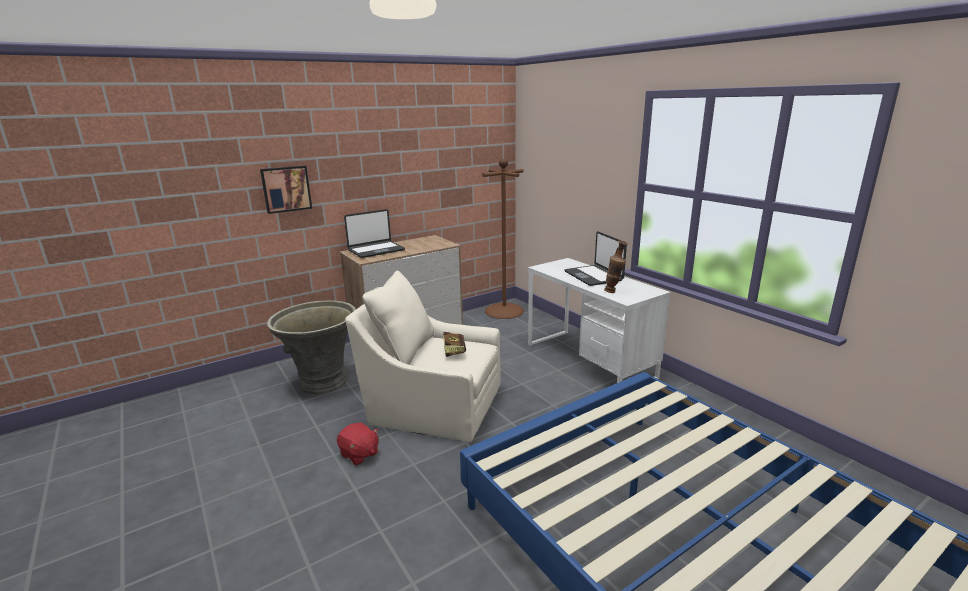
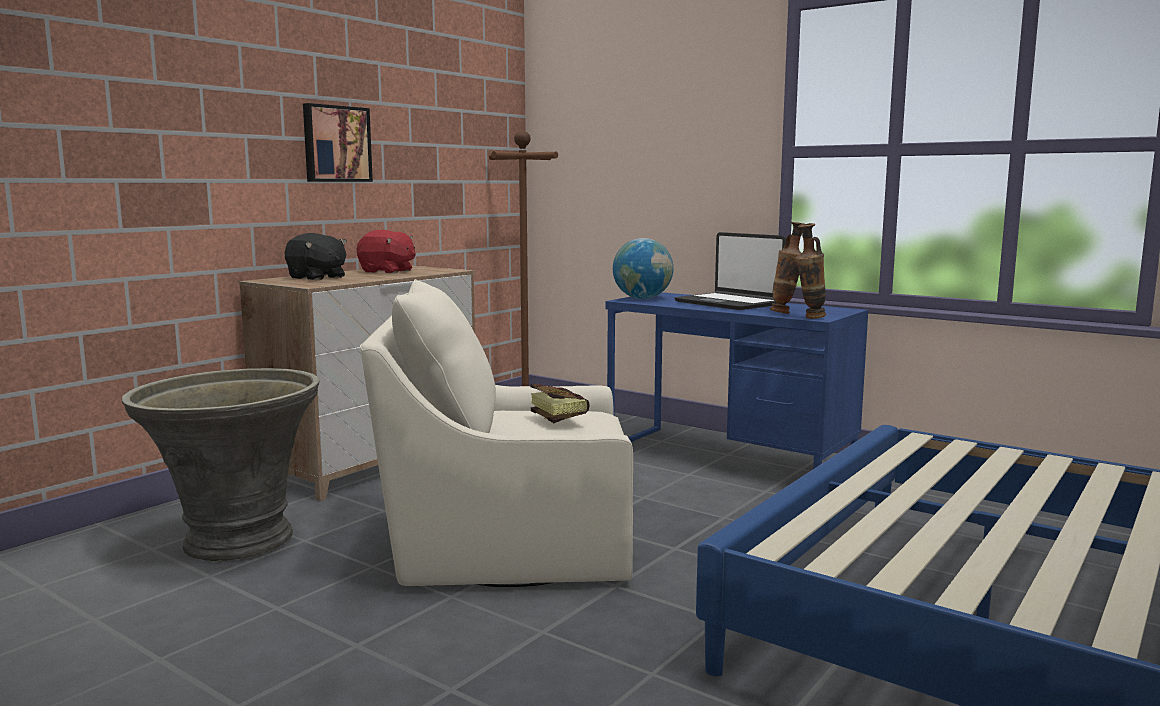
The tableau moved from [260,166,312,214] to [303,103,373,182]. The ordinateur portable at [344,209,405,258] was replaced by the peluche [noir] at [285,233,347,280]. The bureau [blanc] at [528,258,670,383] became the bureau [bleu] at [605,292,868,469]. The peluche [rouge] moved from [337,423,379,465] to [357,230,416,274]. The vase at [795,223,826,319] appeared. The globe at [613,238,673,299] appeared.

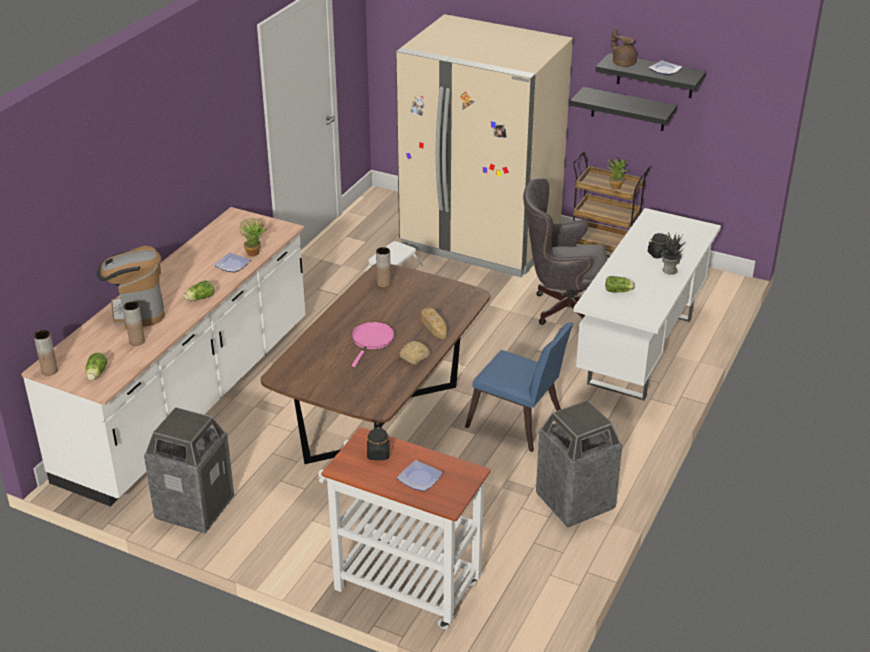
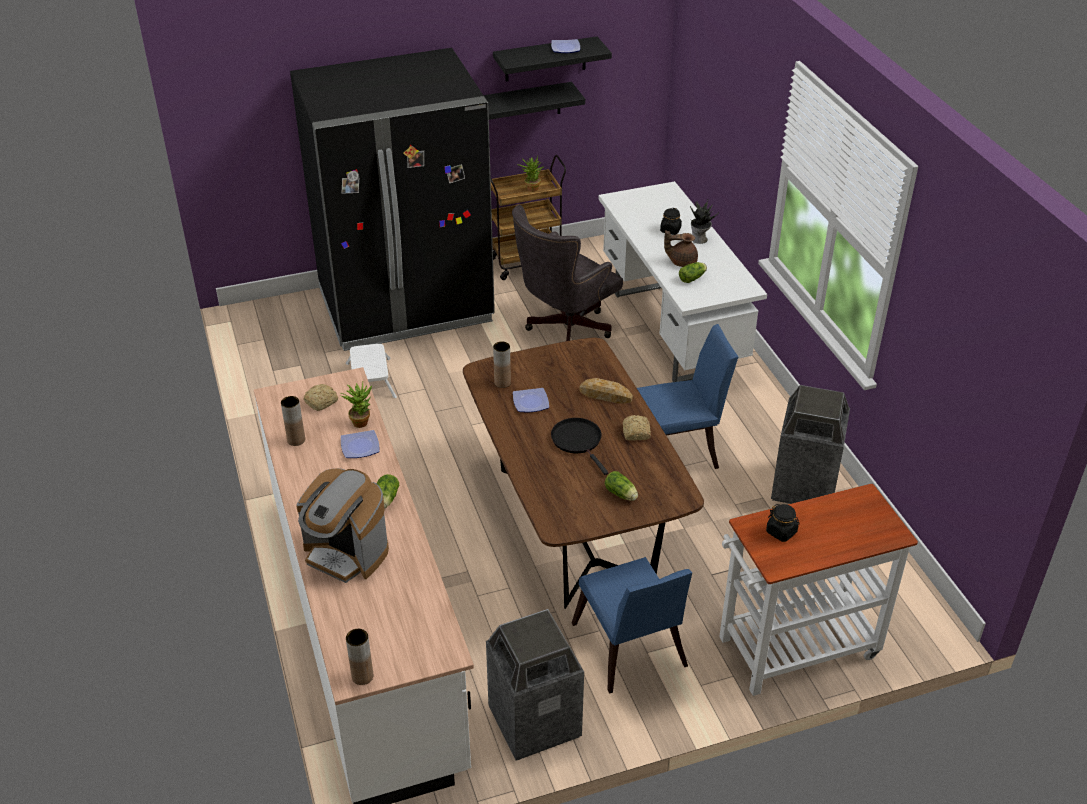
The réfrigérateur [beige] at [396,14,573,277] became the réfrigérateur [noir] at [290,48,495,351]. The théière [marron] moved from [611,28,637,67] to [664,230,698,267]. The vase [marron] moved from [123,301,145,346] to [281,396,305,446]. The poêle [rose] at [351,322,395,367] became the poêle [noir] at [551,418,608,475]. The laitue moved from [85,353,107,380] to [605,471,638,501]. The assiette moved from [397,460,443,491] to [513,388,549,413]. The chaise [bleu] at [572,557,692,694] appeared.

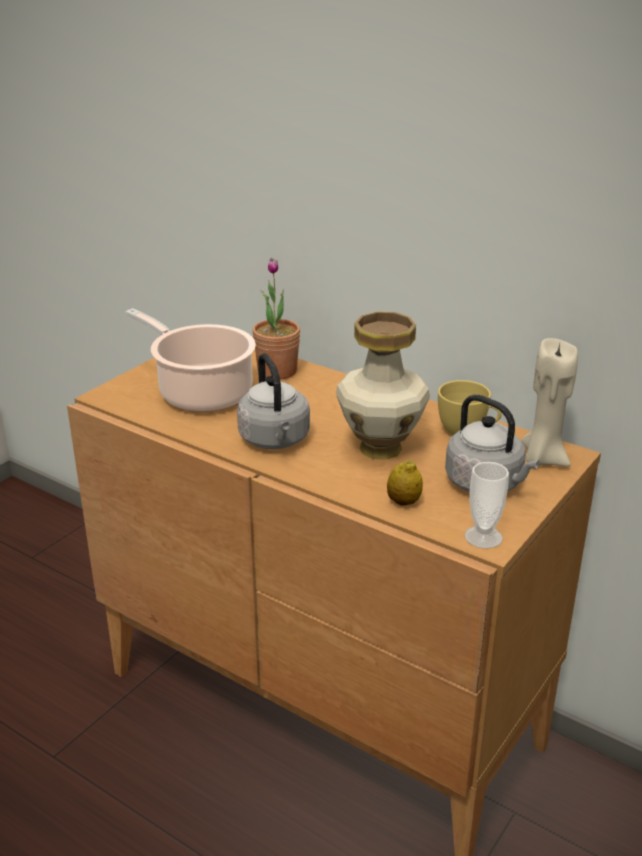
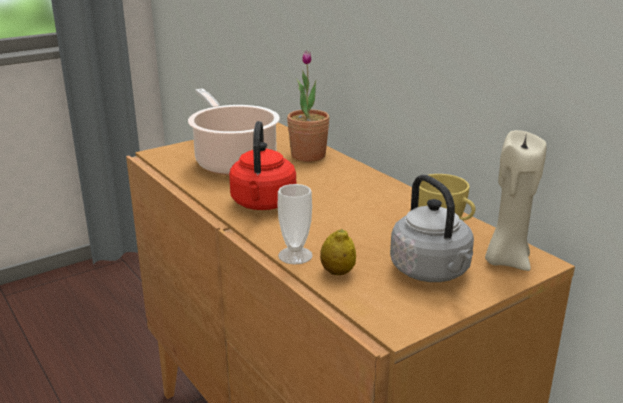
The vase at [336,311,430,460] disappeared. The bouilloire [gris] at [237,353,310,449] became the bouilloire [rouge] at [229,121,296,210]. The tasse moved from [465,462,509,549] to [278,184,313,265].

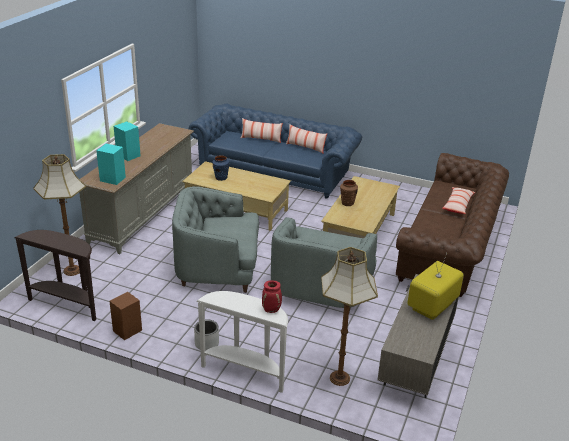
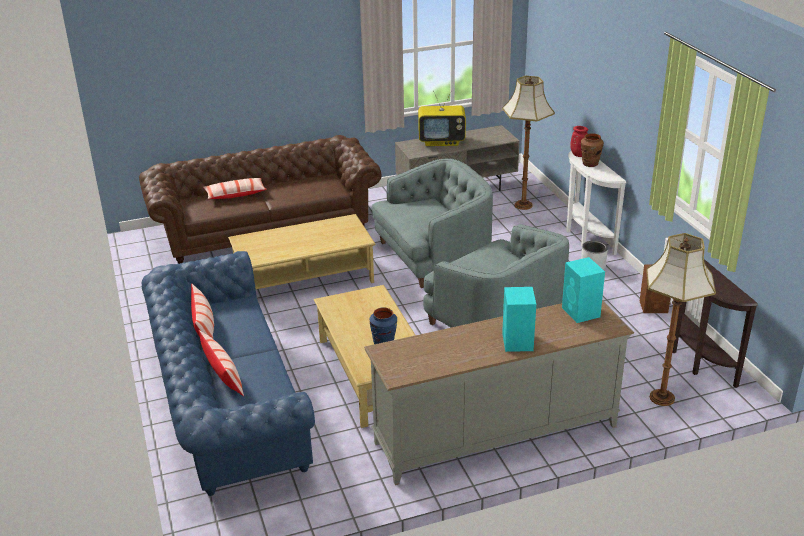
The vase [marron] moved from [340,180,358,206] to [581,133,604,167].

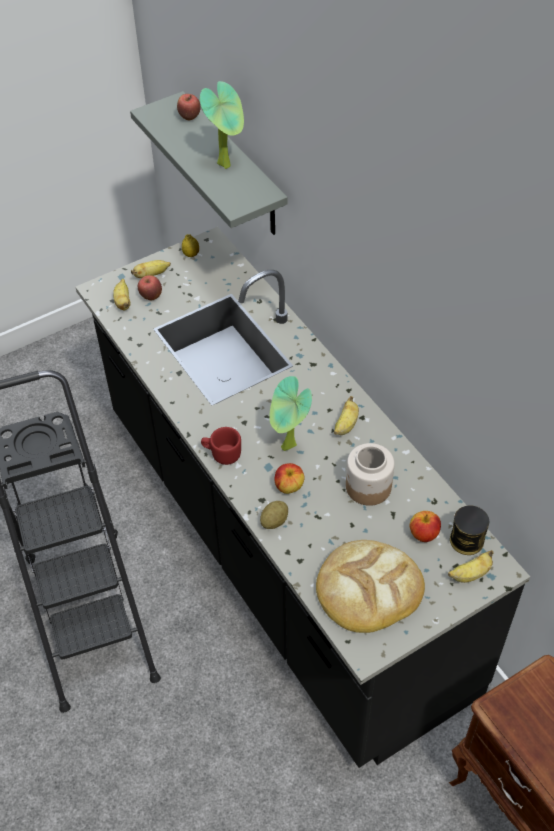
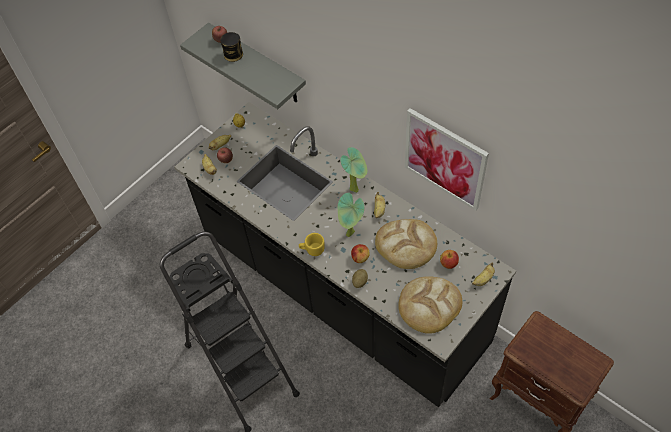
The plante en pot moved from [200,81,244,169] to [341,147,367,193]. The mug [rouge] at [201,427,241,465] became the mug [jaune] at [299,233,324,256]. The bocal at [346,443,394,506] was replaced by the pain at [375,219,437,269]. The boîte métallique moved from [450,505,489,555] to [220,32,243,62]. The tableau at [405,108,489,211] appeared.

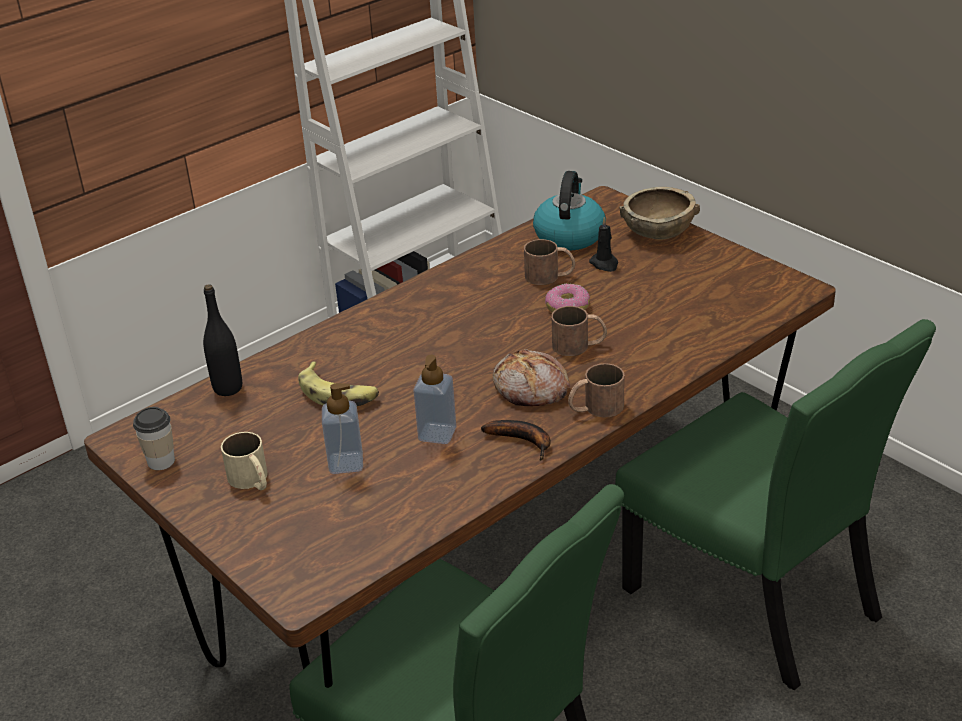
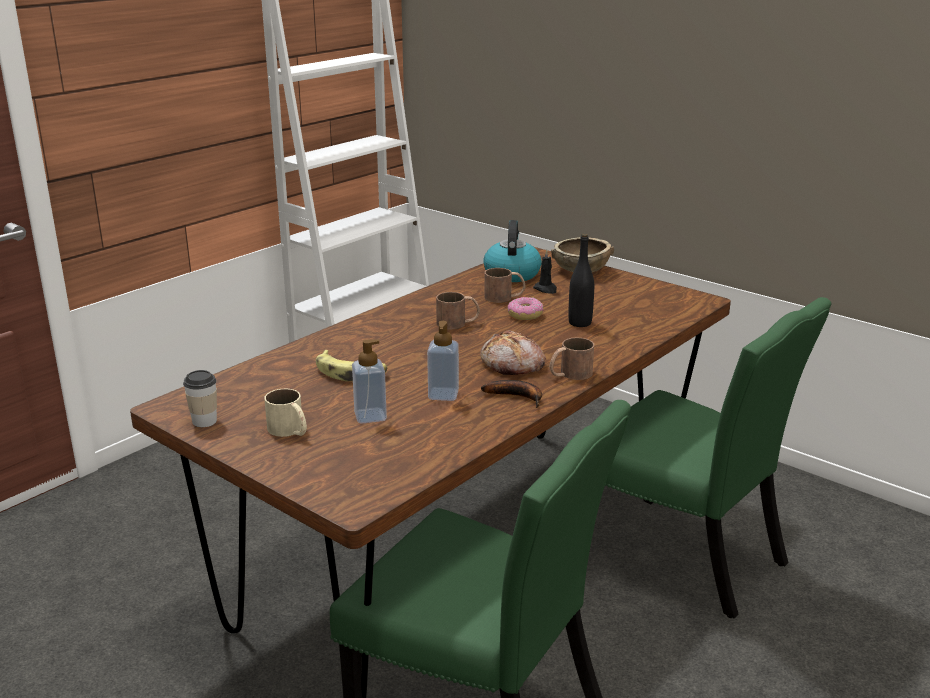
The bouteille [noir] moved from [203,284,242,396] to [569,234,594,327]. The mug [marron] moved from [551,306,607,356] to [436,292,480,329].

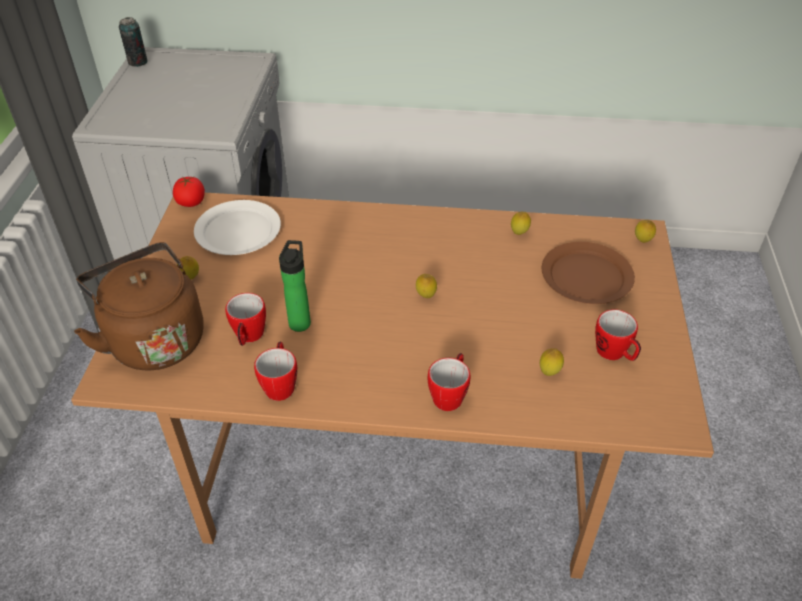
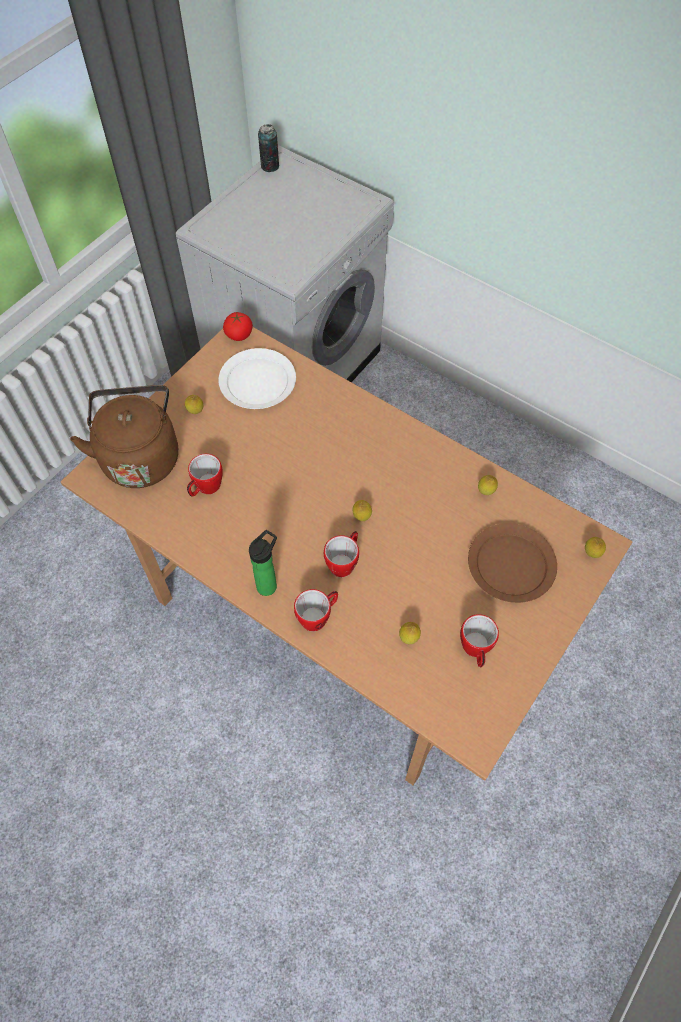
The bouteille moved from [279,240,311,332] to [249,530,277,596]. The mug moved from [254,341,297,401] to [324,531,359,577].

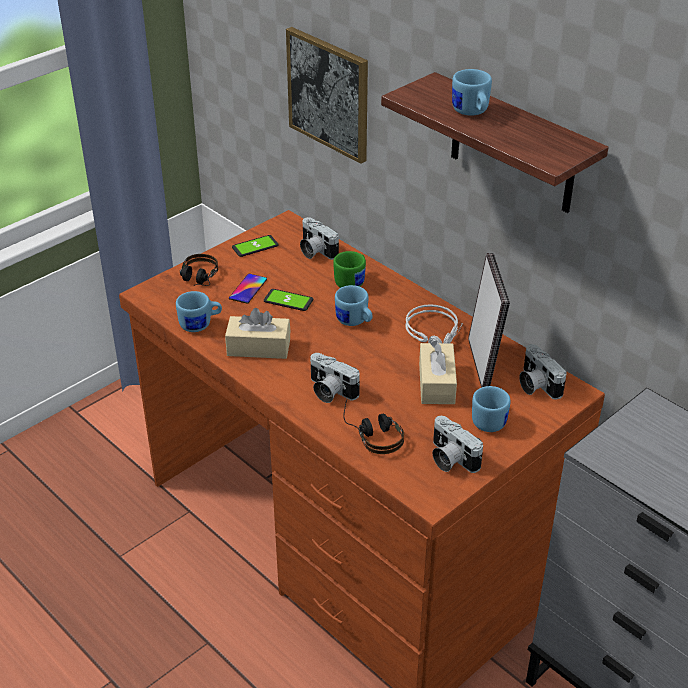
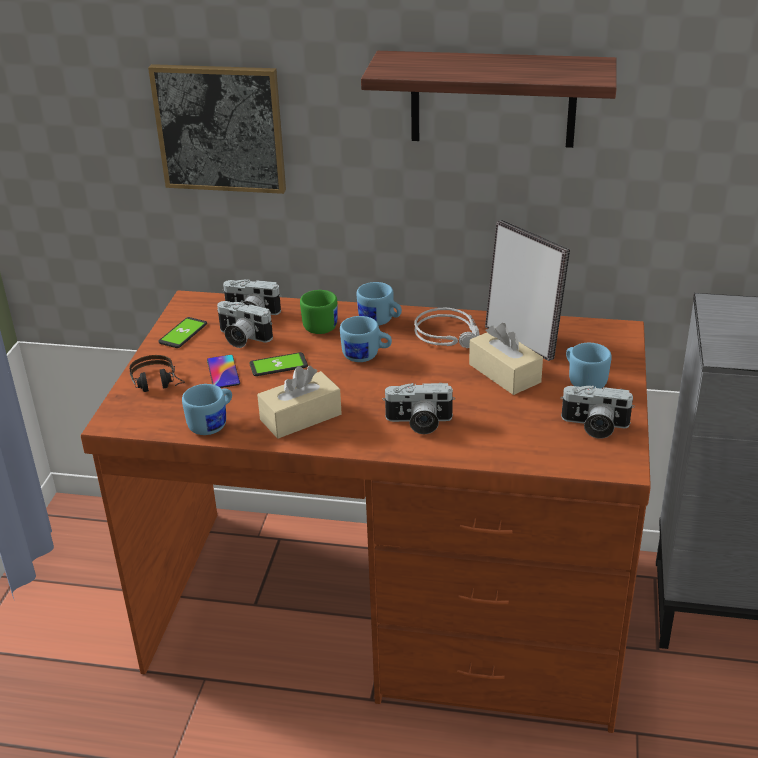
The mug [bleu] moved from [452,69,492,116] to [357,282,402,326]. The appareil photo moved from [519,344,567,400] to [217,301,273,348]. The casque audio at [343,399,404,454] disappeared.

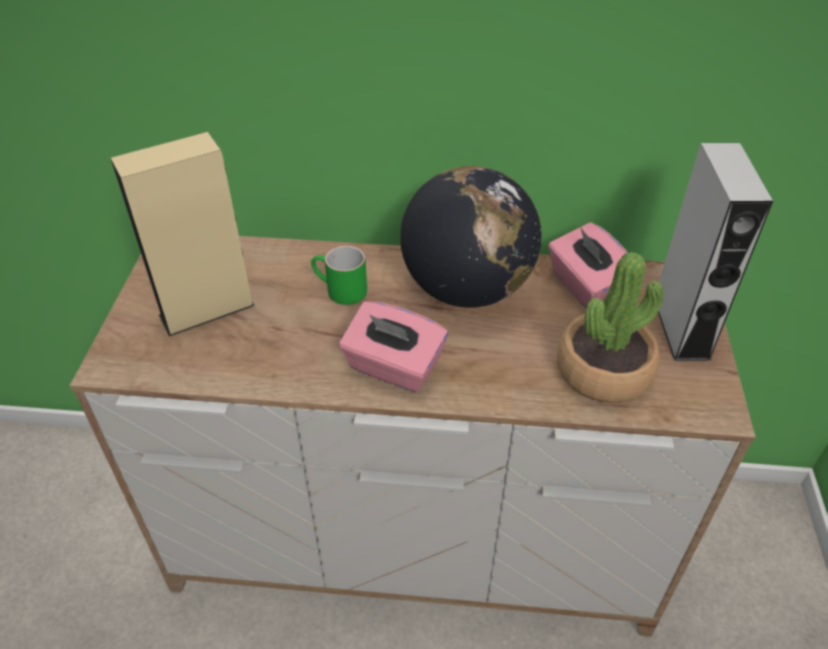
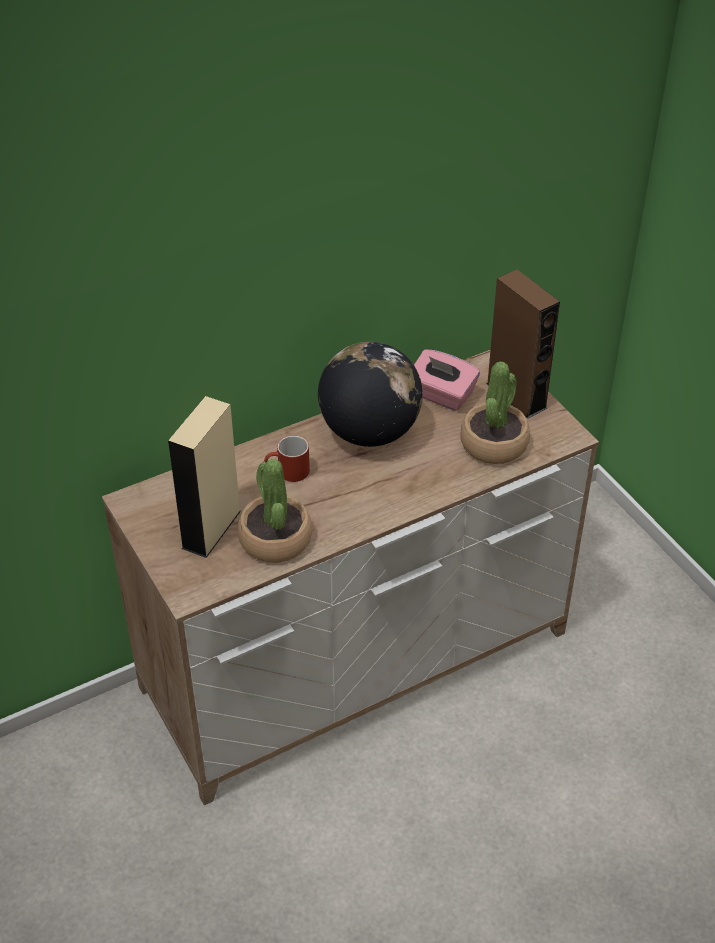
The enceinte [gris] at [658,143,773,361] became the enceinte [marron] at [486,269,560,419]. The mug [vert] at [311,245,367,305] became the mug [rouge] at [264,436,310,482]. The boîte à mouchoirs [rose] at [339,301,448,392] disappeared. The plante en pot at [238,459,312,563] appeared.

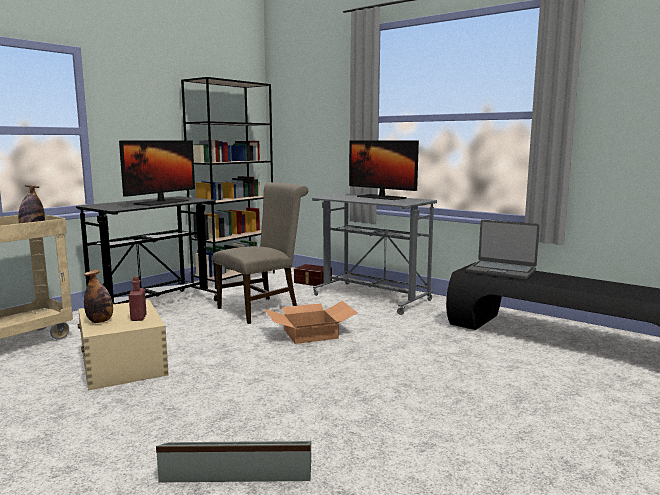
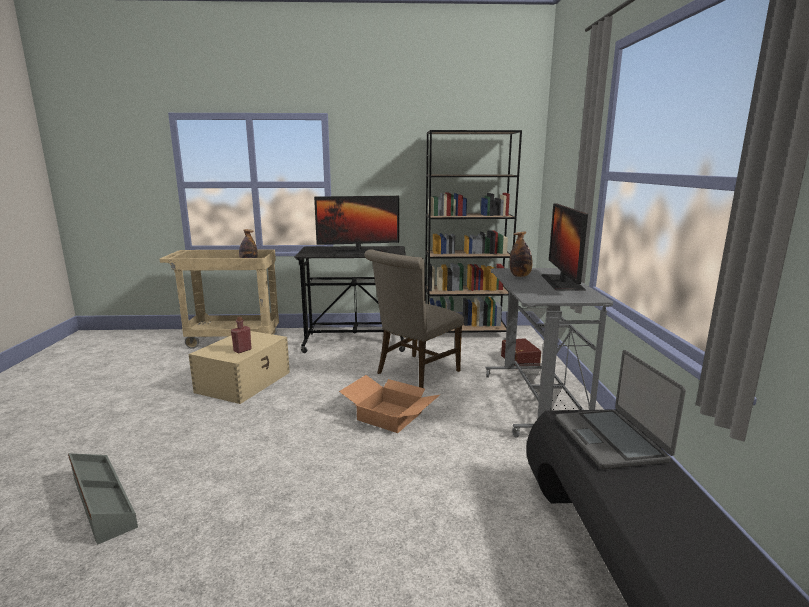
The chaise [beige] at [213,182,308,324] turned 120 degrees clockwise. The bouteille moved from [84,270,113,323] to [509,232,533,277].

